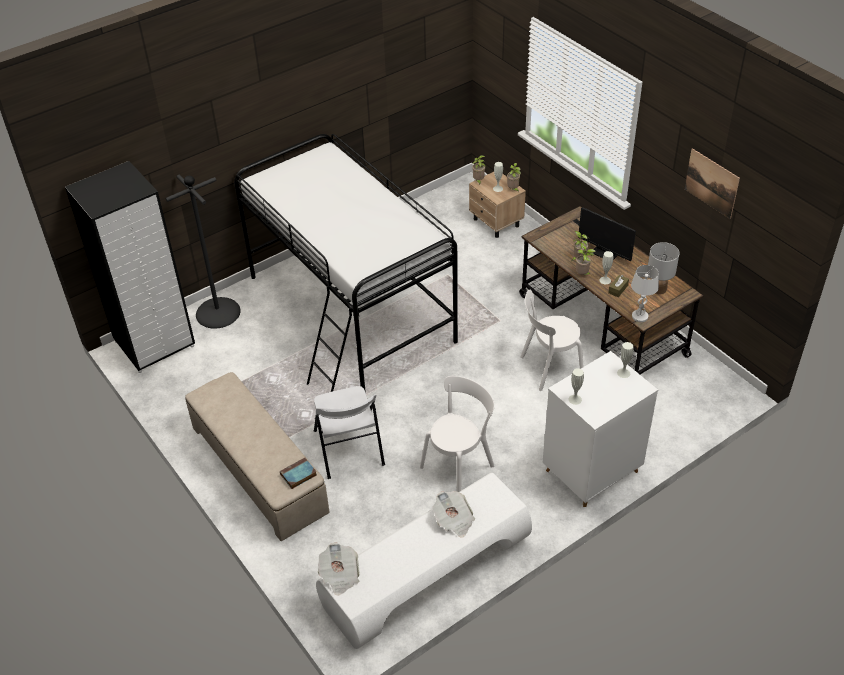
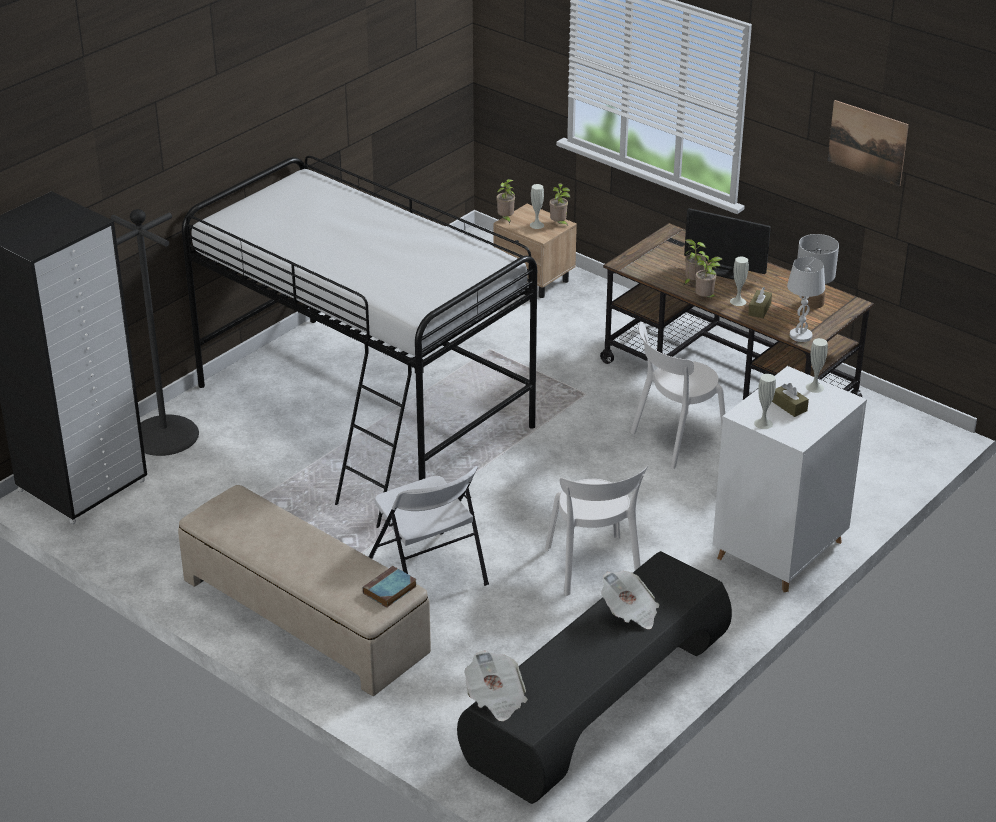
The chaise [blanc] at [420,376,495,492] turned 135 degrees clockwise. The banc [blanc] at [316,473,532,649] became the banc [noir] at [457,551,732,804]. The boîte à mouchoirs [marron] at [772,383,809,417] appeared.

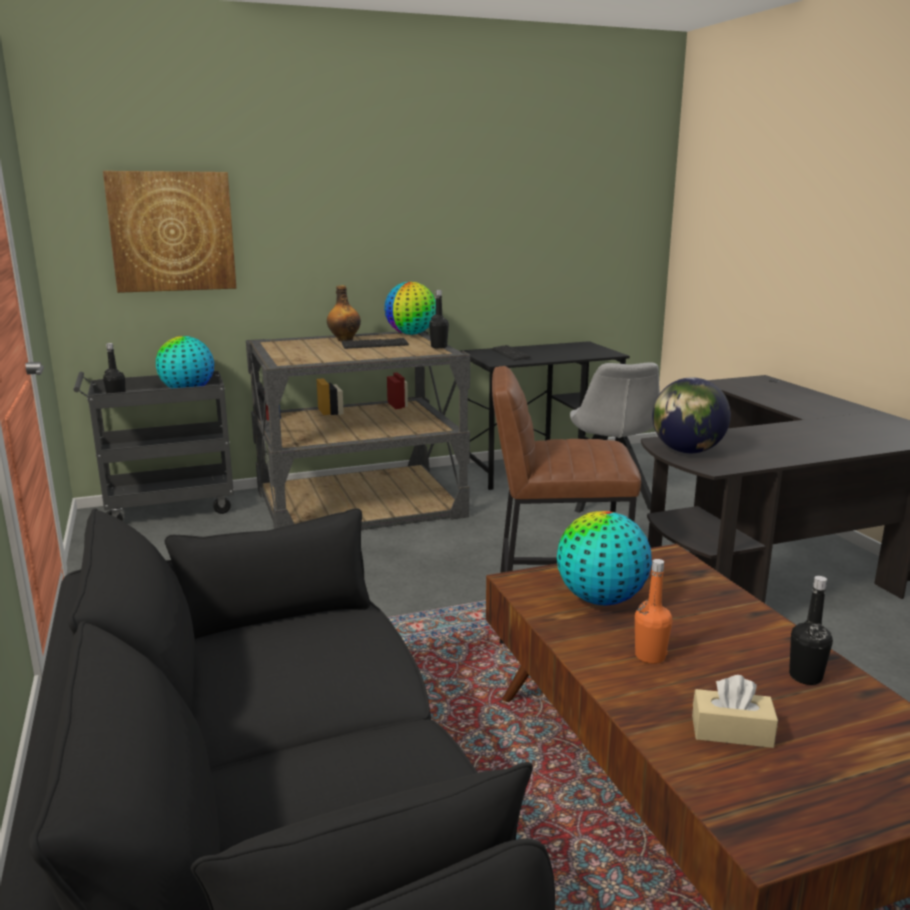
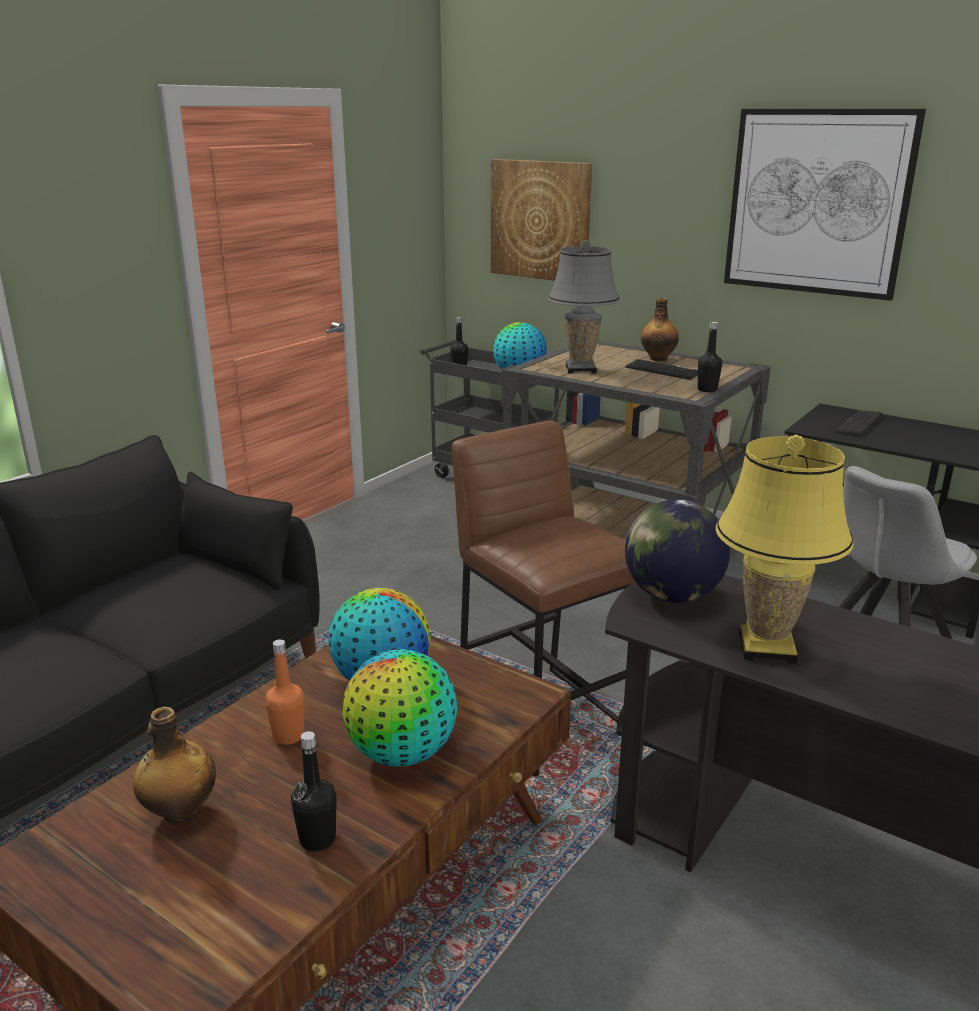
The globe moved from [384,282,436,335] to [342,649,457,766]. The boîte à mouchoirs [beige] at [692,675,778,748] was replaced by the bouteille at [133,707,216,823]. The tableau at [724,109,926,301] appeared. The lampe de table [gris] at [548,240,620,374] appeared. The lampe de table [jaune] at [716,435,854,664] appeared.

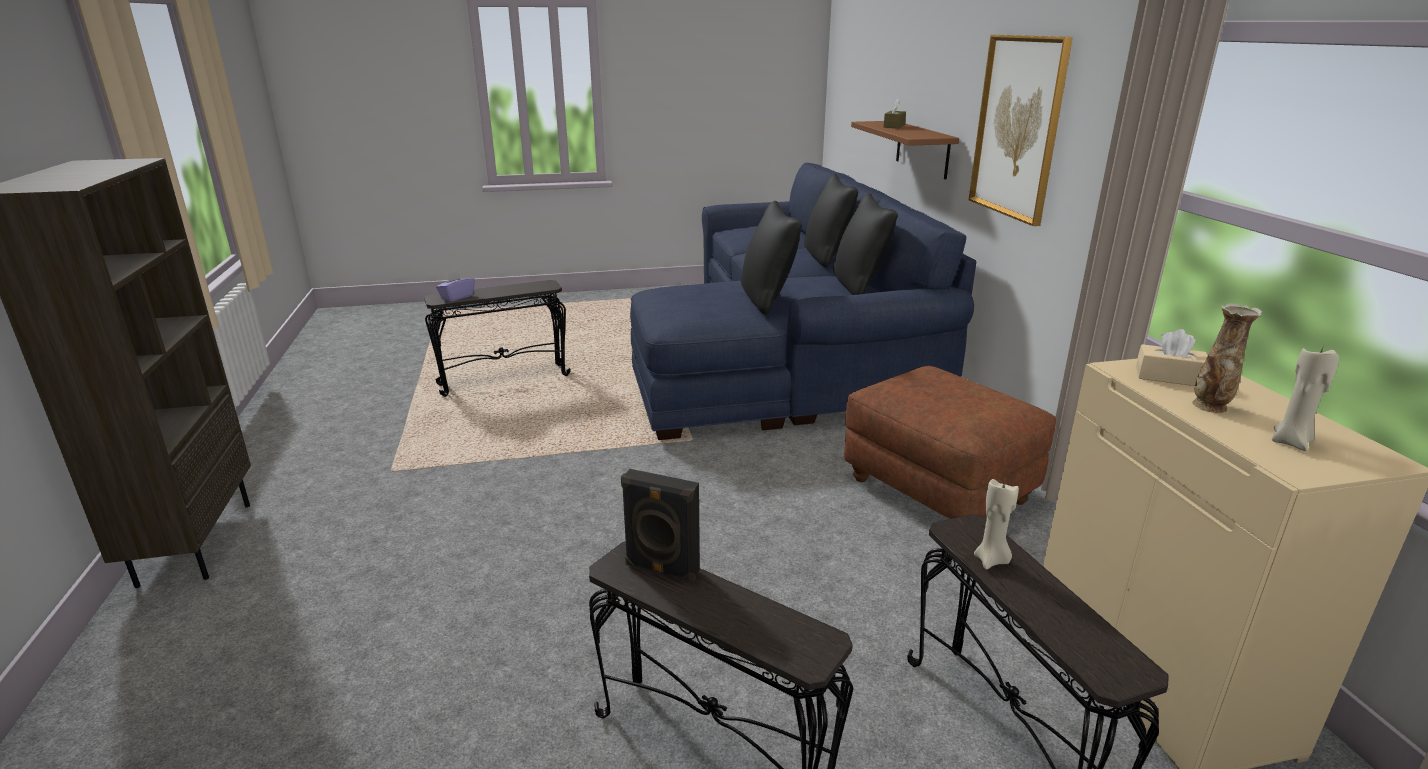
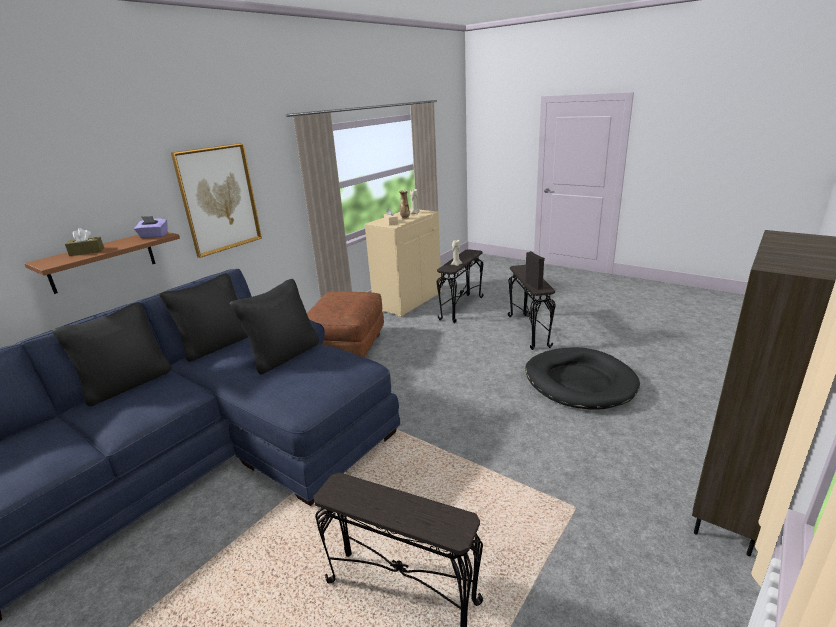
The boîte à mouchoirs [violet] moved from [436,270,475,302] to [134,216,167,238]. The panier pour chien [noir] at [525,347,640,410] appeared.

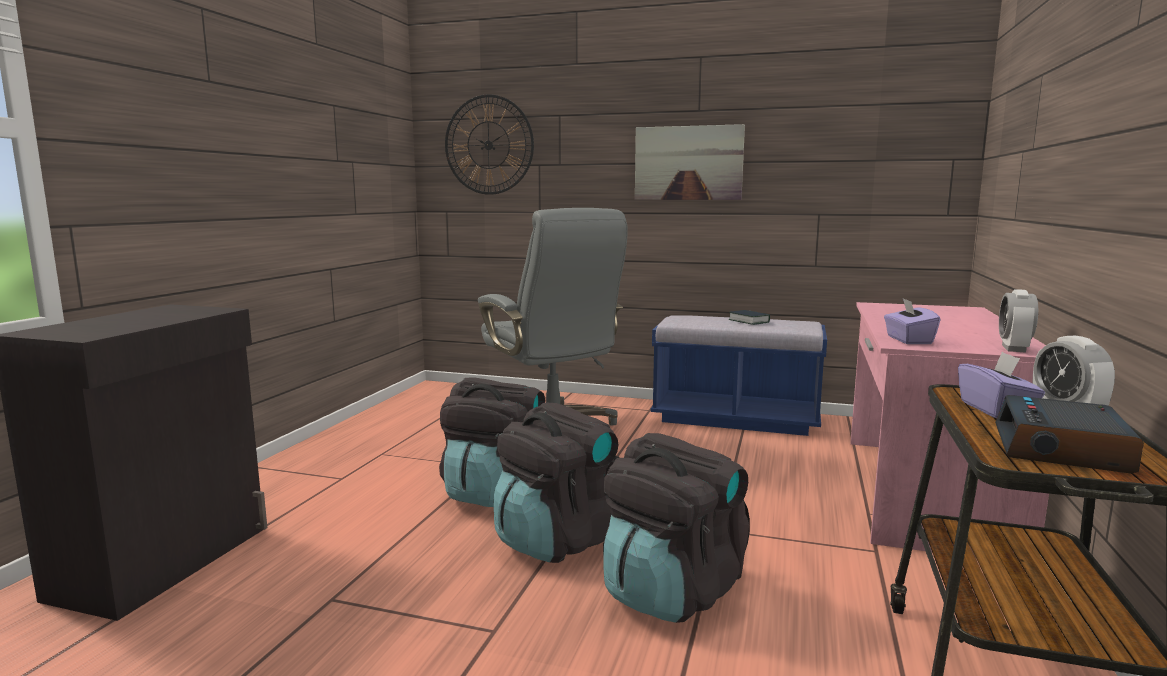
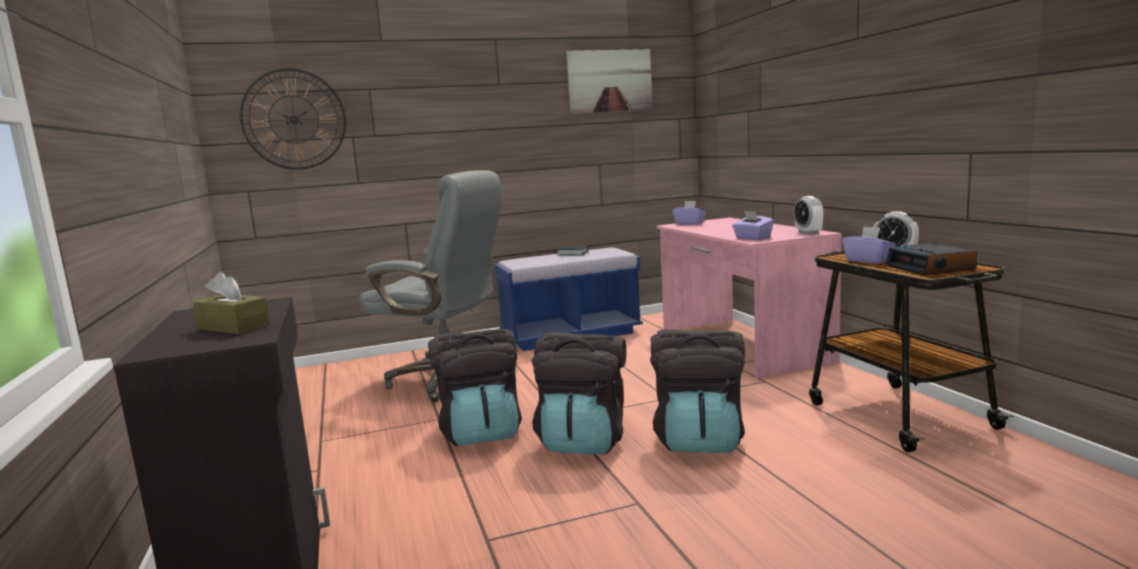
The tableau moved from [635,124,745,200] to [566,49,652,114]. The boîte à mouchoirs [violet] at [673,201,706,225] appeared. The boîte à mouchoirs [marron] at [193,272,270,335] appeared.

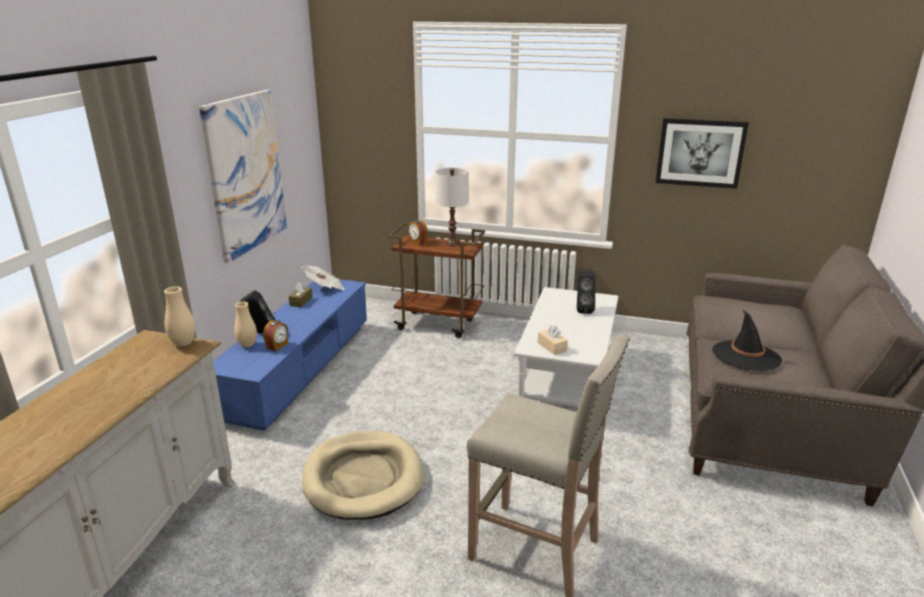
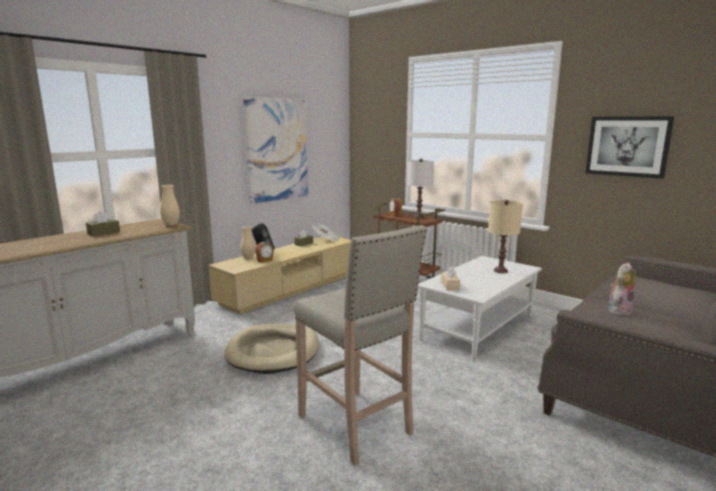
The enceinte [noir] at [577,270,596,314] was replaced by the lampe de table [beige] at [488,200,523,273]. The meuble télé [bleu] at [213,279,367,431] became the meuble télé [beige] at [208,237,351,314]. The chapeau [noir] at [712,310,782,371] was replaced by the peluche at [609,263,636,315]. The boîte à mouchoirs [marron] at [86,211,120,236] appeared.

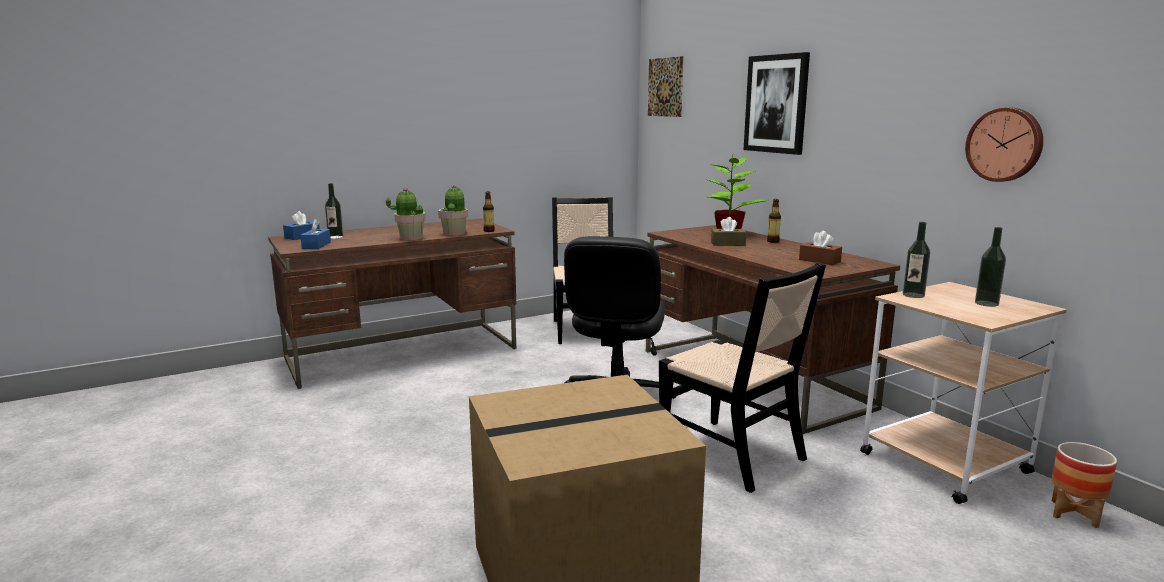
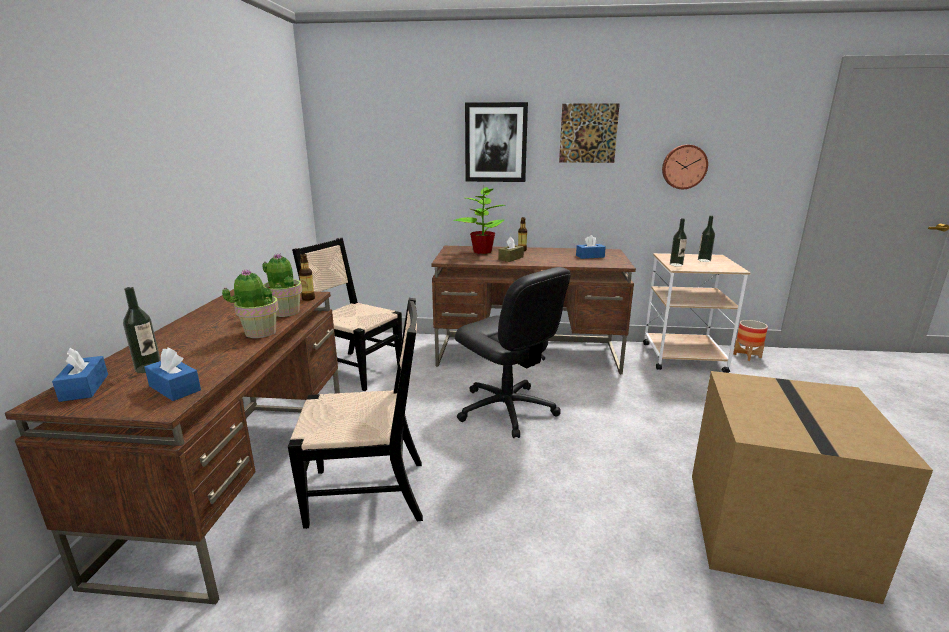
The tableau moved from [648,56,683,117] to [559,103,620,163]. The boîte à mouchoirs [marron] at [799,231,842,265] became the boîte à mouchoirs [bleu] at [576,235,606,259]. The chaise moved from [659,262,826,493] to [288,298,423,529].

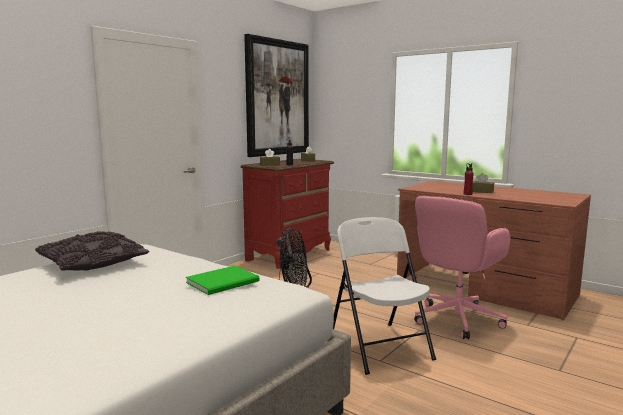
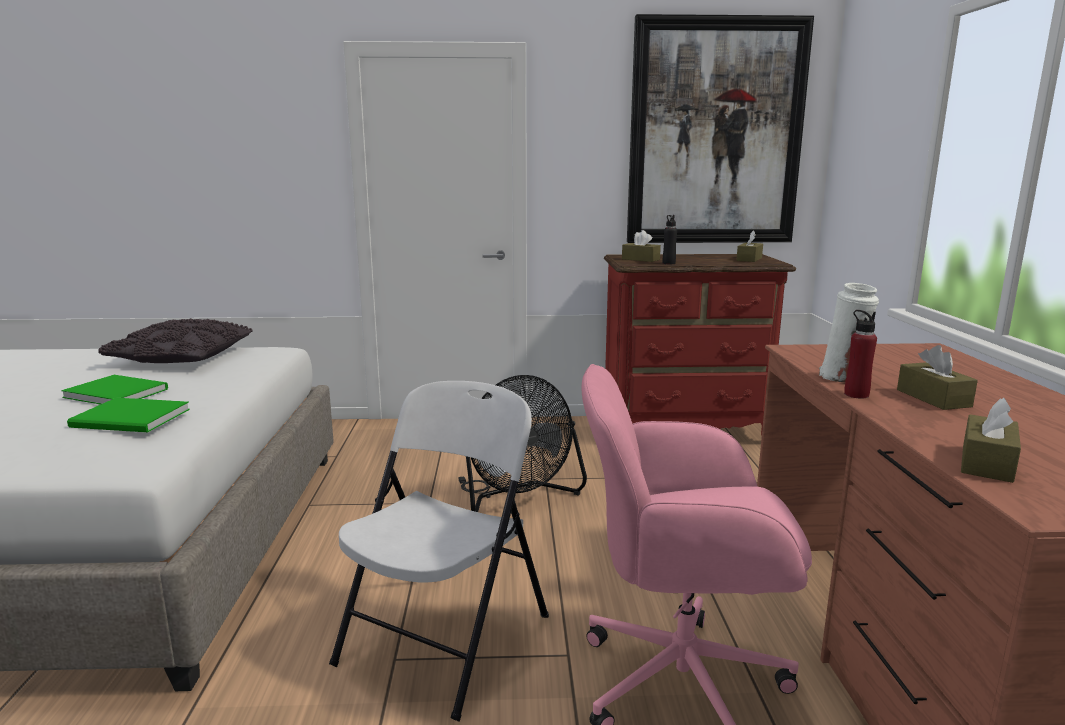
The vase [blanc] at [819,283,879,382] appeared. The livre [vert] at [61,375,168,405] appeared. The boîte à mouchoirs [marron] at [961,397,1021,483] appeared.

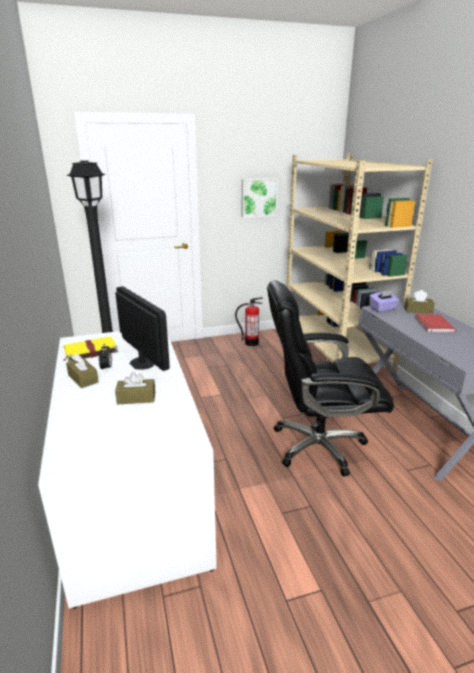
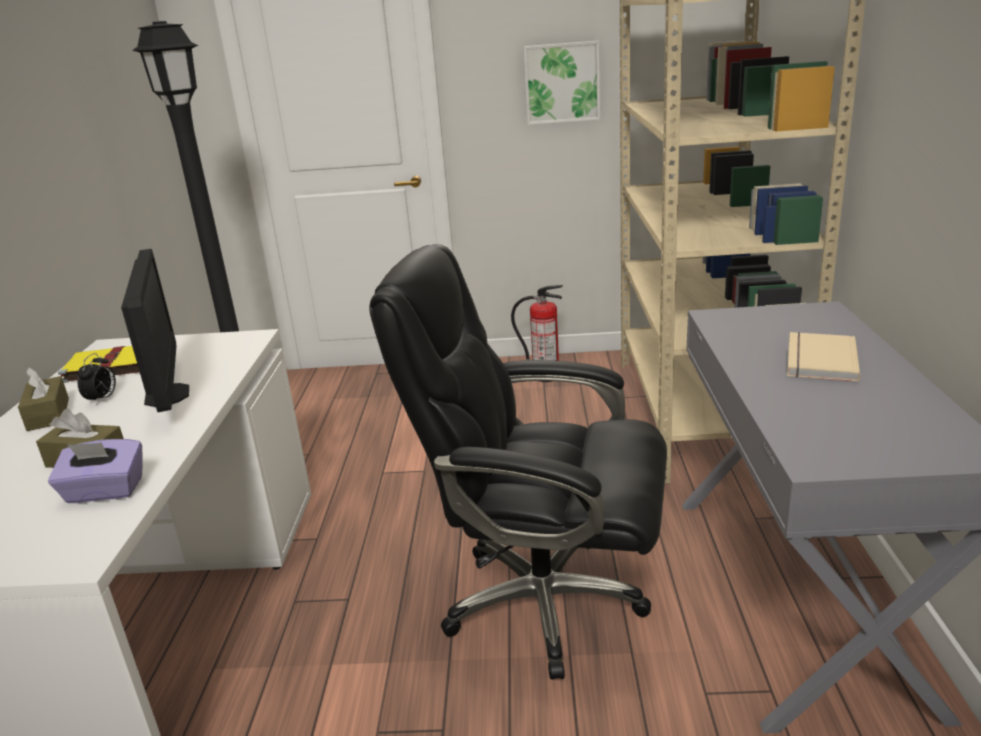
The boîte à mouchoirs [violet] moved from [369,290,399,312] to [48,439,143,503]. The boîte à mouchoirs [marron] at [404,290,435,314] disappeared. The livre [rouge] at [414,314,456,333] became the livre [beige] at [787,332,860,382].

